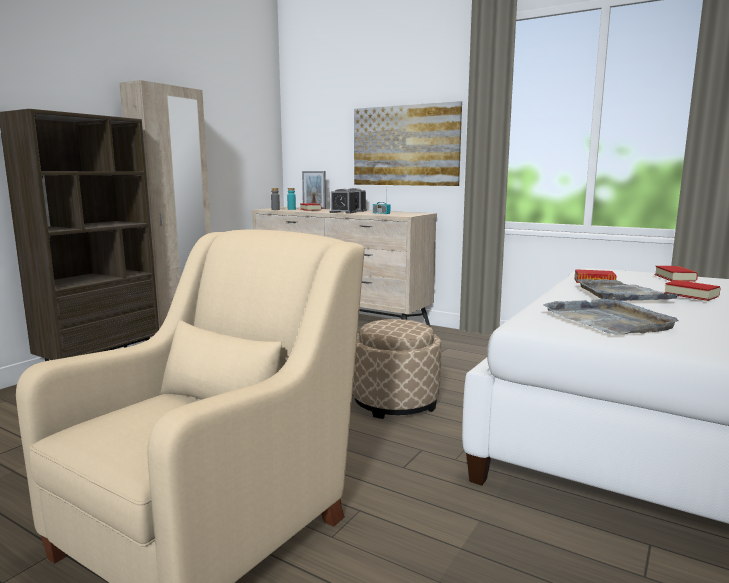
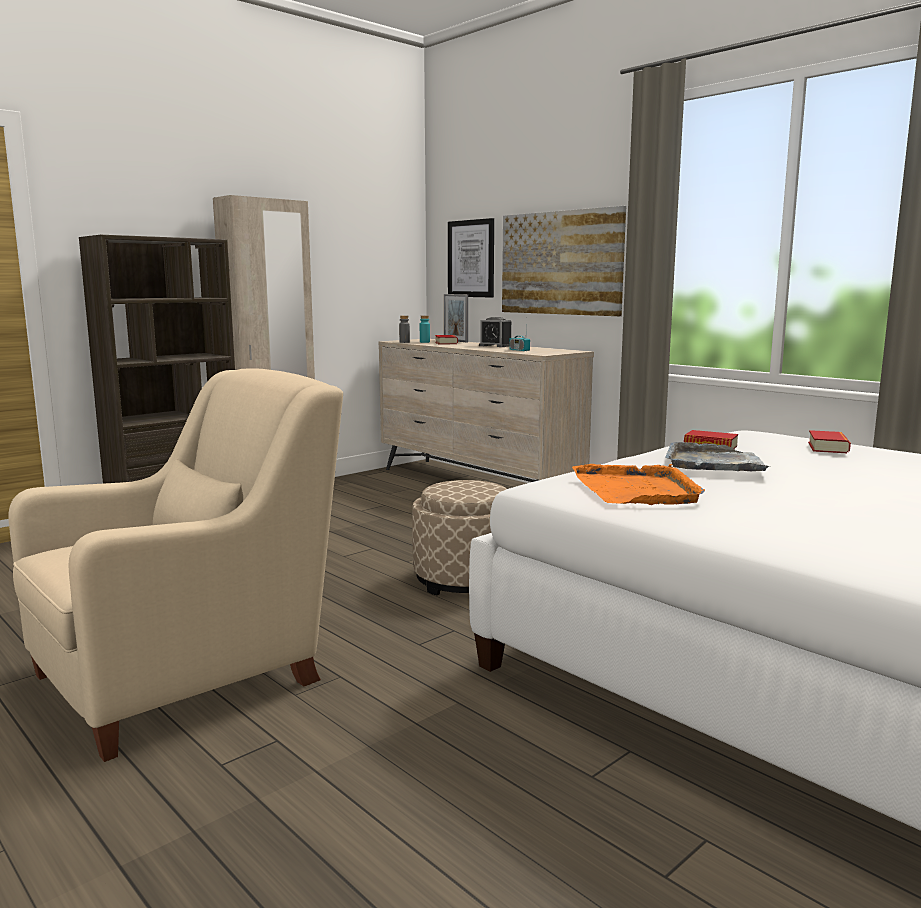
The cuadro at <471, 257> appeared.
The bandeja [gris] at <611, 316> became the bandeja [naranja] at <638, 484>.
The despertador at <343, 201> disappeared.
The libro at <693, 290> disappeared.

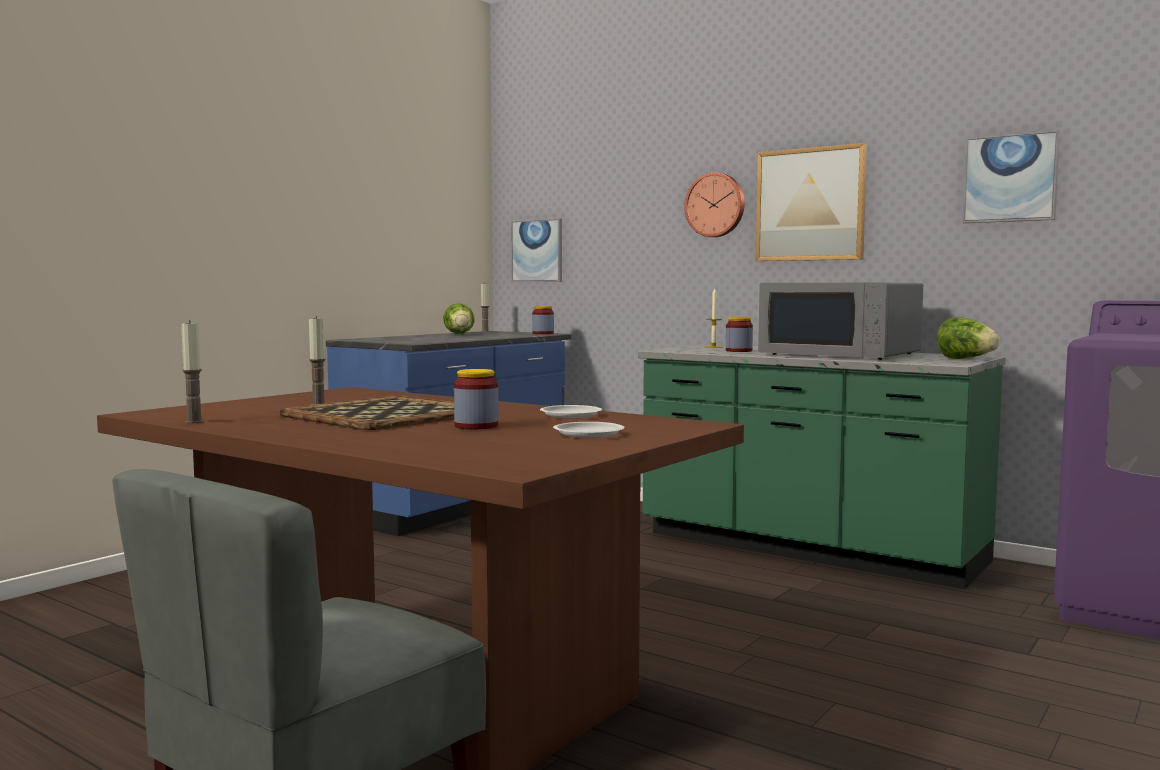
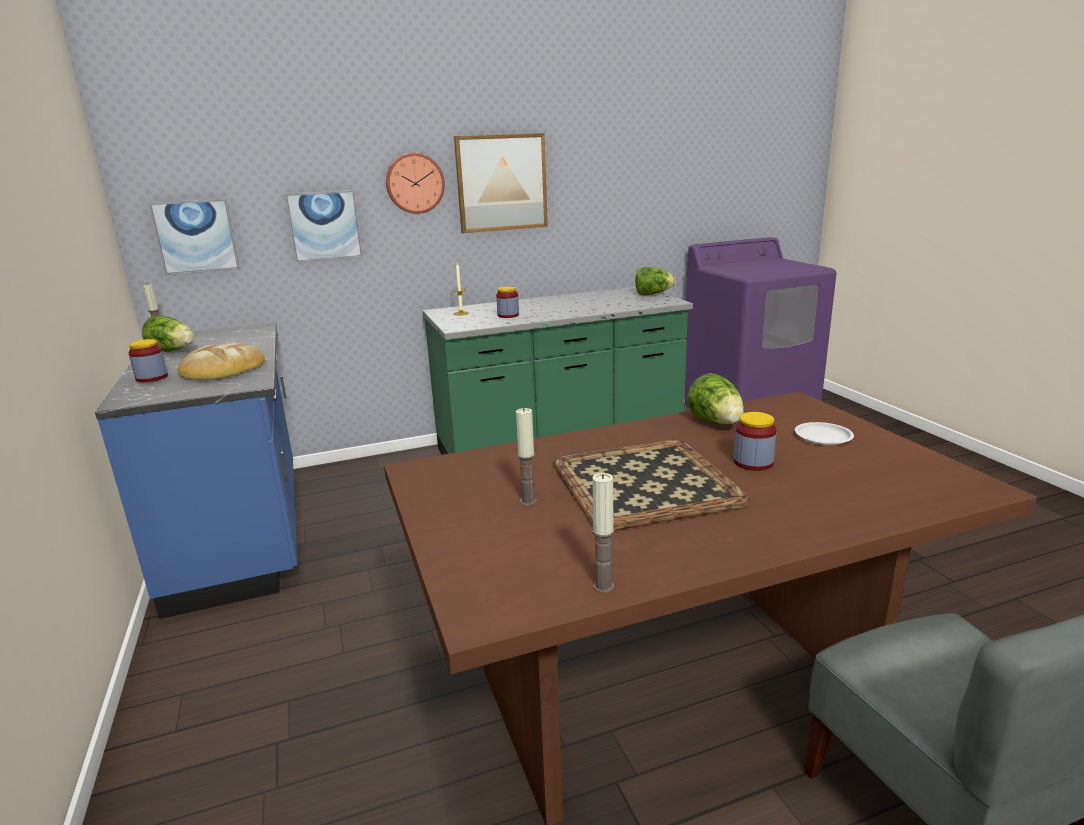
The tarro moved from <543, 320> to <148, 360>.
The pan at <221, 361> appeared.
The cuadro moved from <1011, 176> to <324, 226>.
The plato [blanco] at <571, 411> was replaced by the lechuga at <715, 398>.
The microondas [gris] at <840, 321> disappeared.

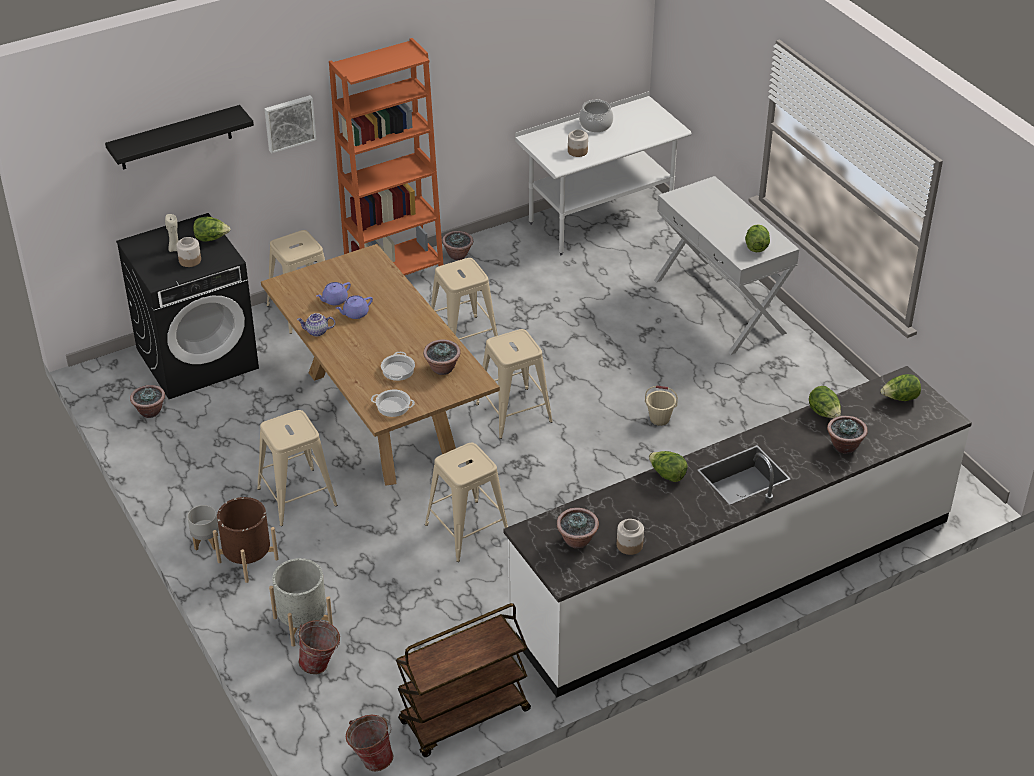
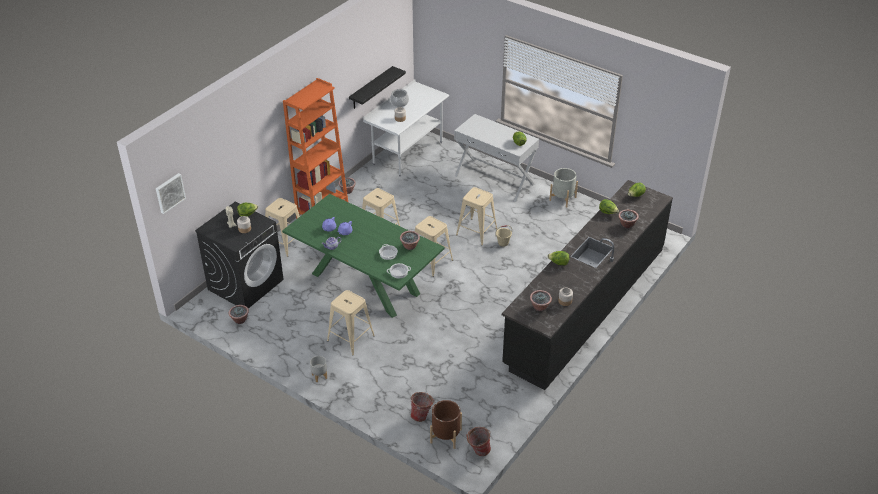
The cuadro moved from <290, 124> to <171, 193>.
The mesa de comedor [marrón] at <380, 365> became the mesa de comedor [verde] at <363, 256>.
The estante [negro] moved from <179, 137> to <377, 87>.
The maceta [marrón] moved from <246, 540> to <446, 424>.
The taburete [beis] moved from <466, 502> to <476, 216>.
The mueble bajo de cocina [blanco] at <737, 531> became the mueble bajo de cocina [negro] at <587, 285>.
The maceta [gris] moved from <301, 602> to <563, 187>.
The carrito [marrón] at <463, 680> disappeared.

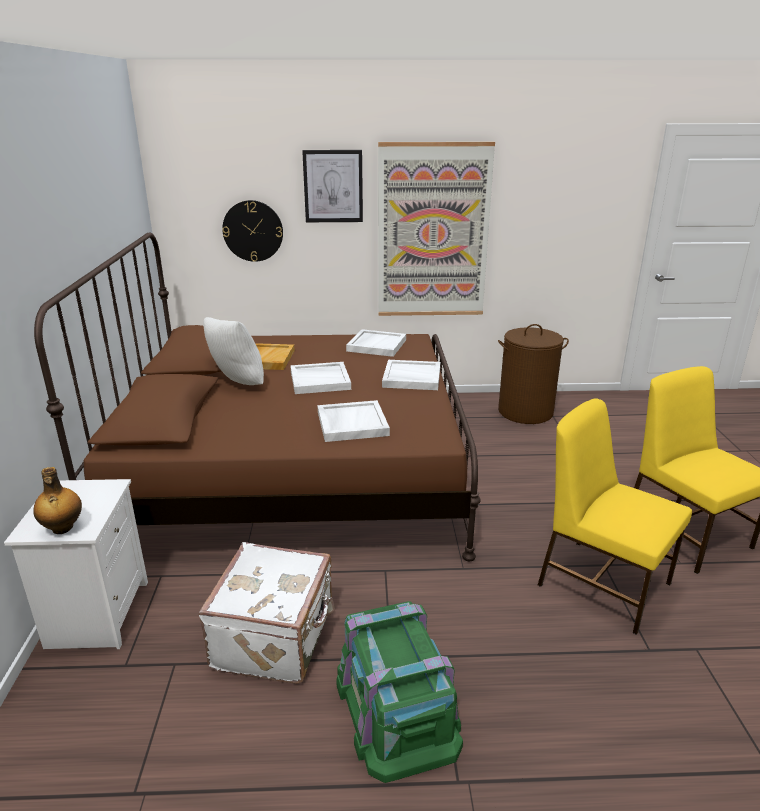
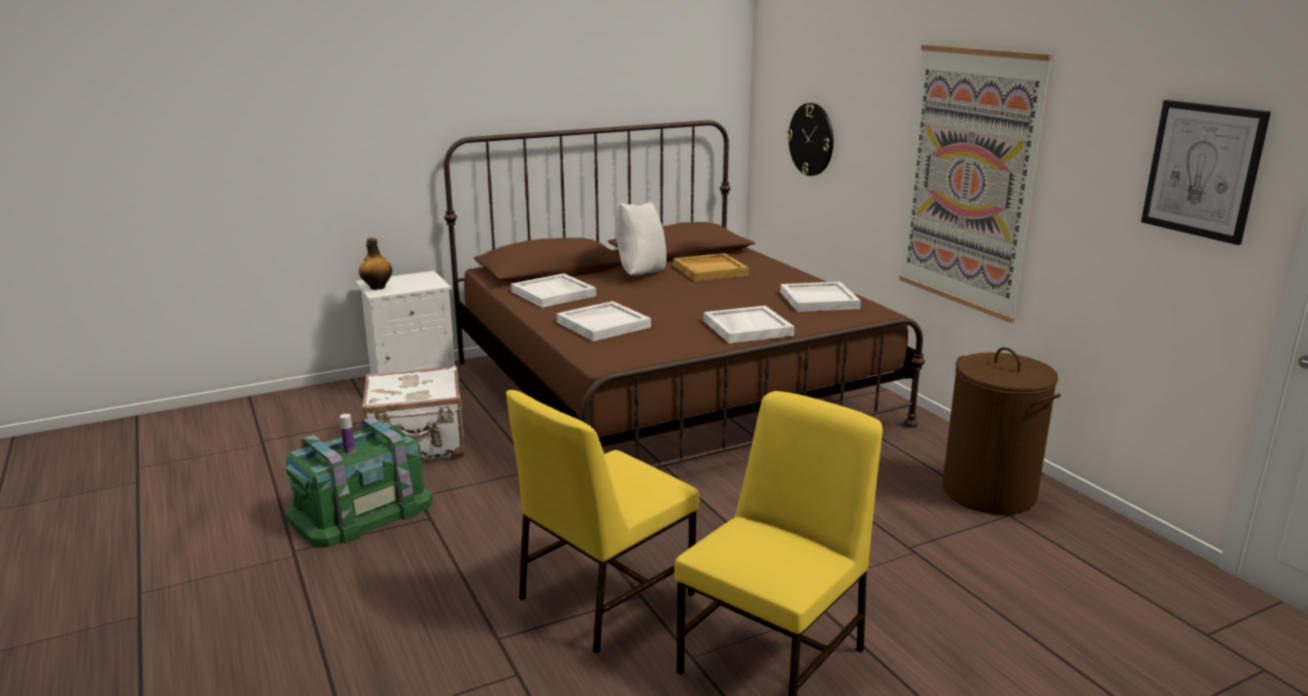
The botella at <347, 434> appeared.
The silla [amarillo] at <615, 516> turned 150 degrees counterclockwise.
The bandeja [blanco] moved from <320, 378> to <553, 290>.
The cuadro moved from <332, 186> to <1206, 172>.

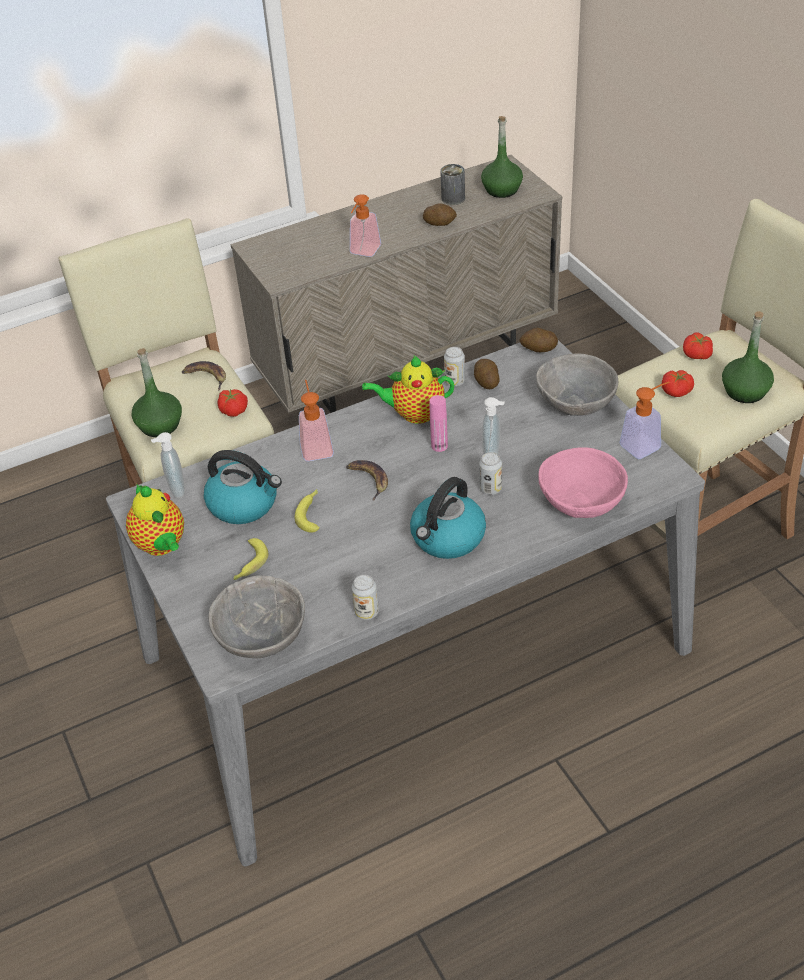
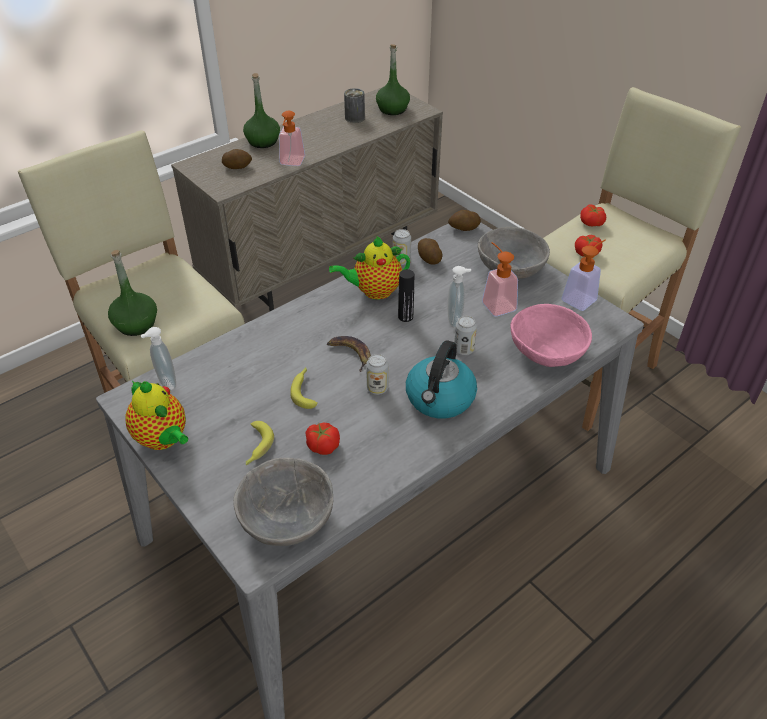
The patata moved from <440, 214> to <237, 159>.
The botella [verde] moved from <748, 357> to <261, 110>.
The tomate moved from <233, 403> to <323, 439>.
The lata moved from <365, 597> to <377, 374>.
The botella [rosa] at <438, 423> became the botella [negro] at <406, 295>.
The dispensador de jabón moved from <316, 420> to <500, 279>.
The plátano at <204, 375> disappeared.
The hervidor at <243, 487> disappeared.

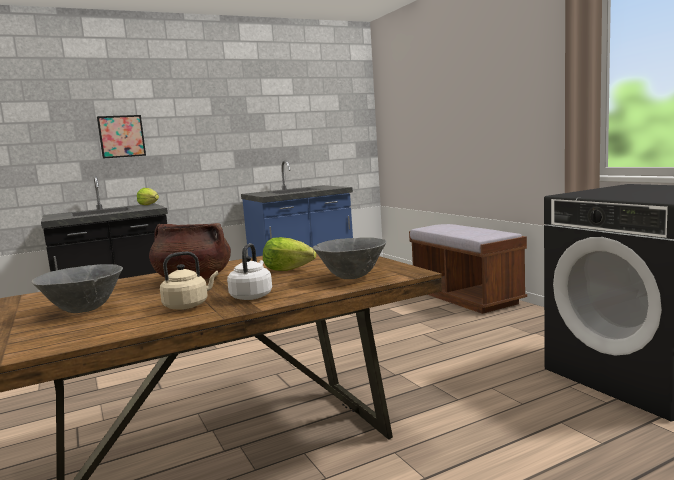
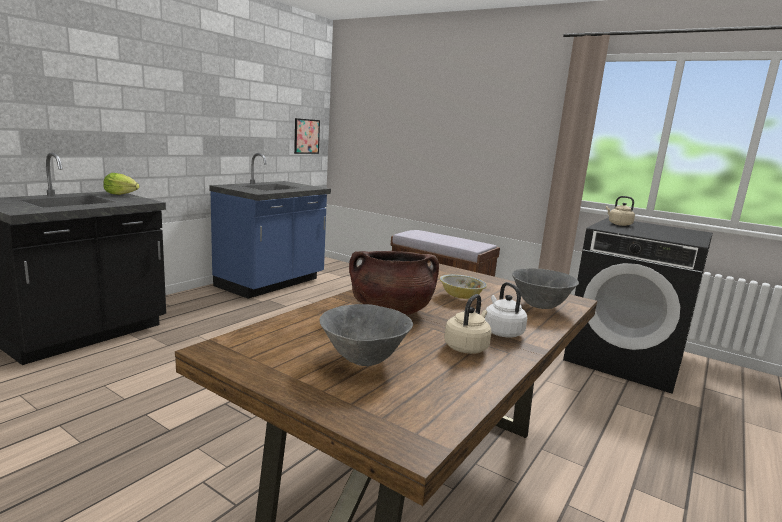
The cuadro moved from <121, 137> to <307, 136>.
The lechuga at <290, 254> was replaced by the cuenco at <463, 286>.
The hervidor [beis] at <620, 211> appeared.

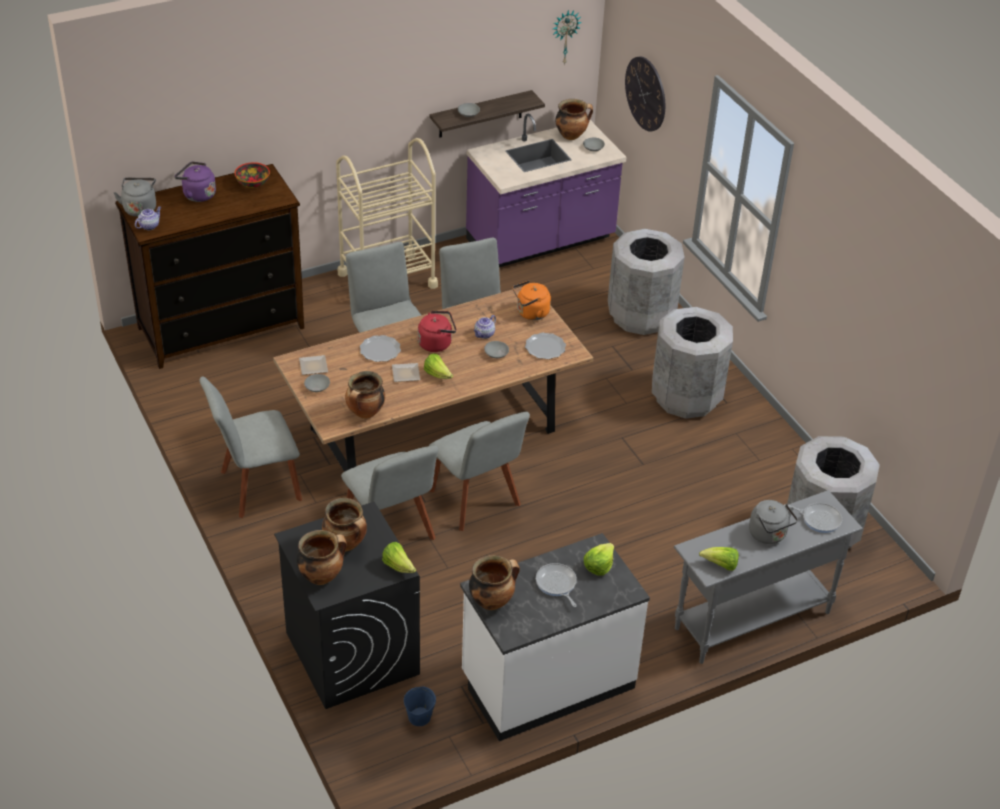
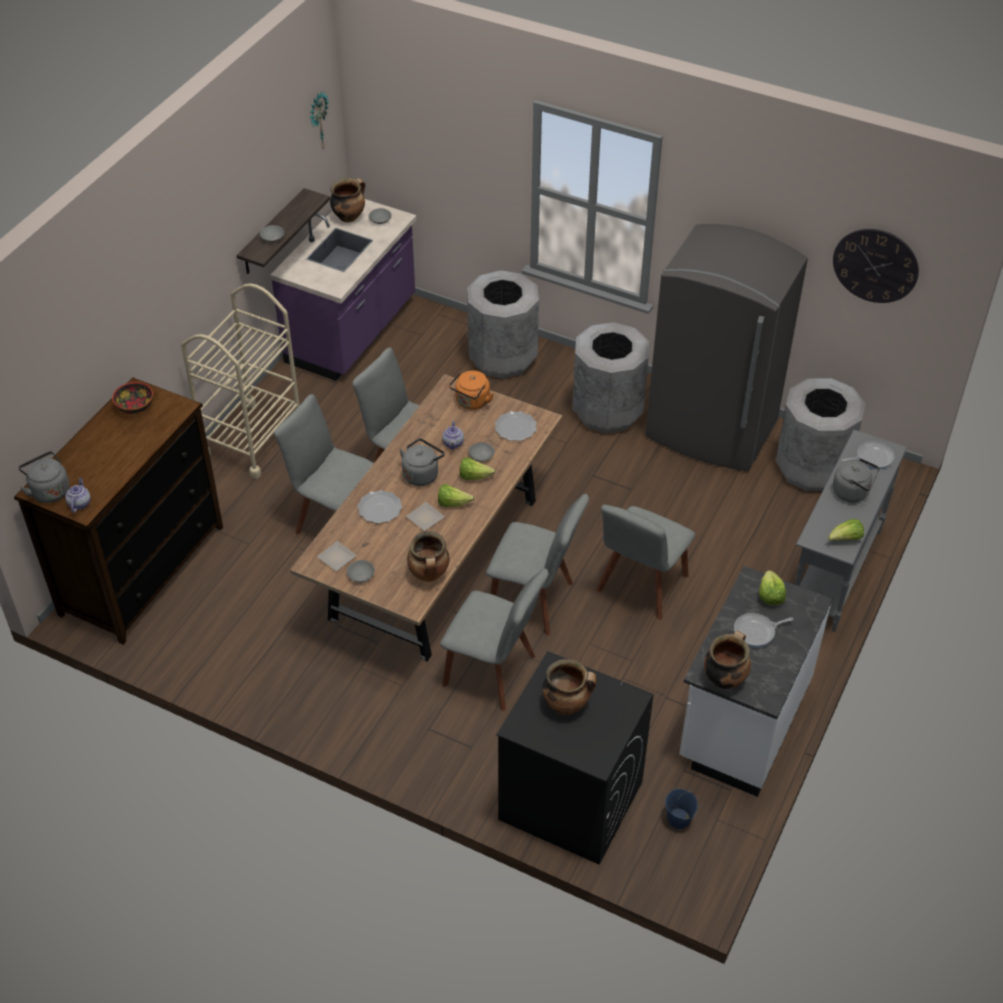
The hervidor [rojo] at <437, 331> became the hervidor [gris] at <422, 462>.
The lechuga moved from <399, 557> to <478, 469>.
The silla [gris] moved from <251, 447> to <645, 562>.
The nevera [gris] at <726, 348> appeared.
The sartén at <556, 585> turned 45 degrees counterclockwise.
The reloj de pared moved from <645, 94> to <876, 266>.
The hervidor [morado] at <195, 182> disappeared.
The olla at <322, 557> disappeared.

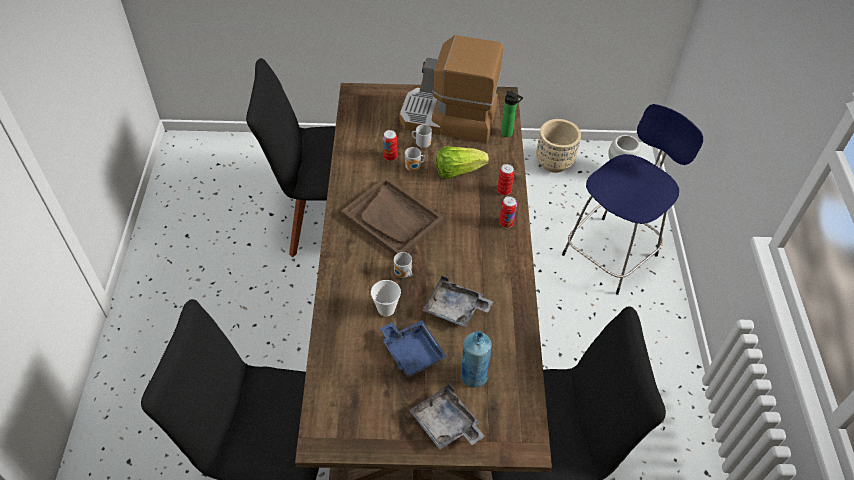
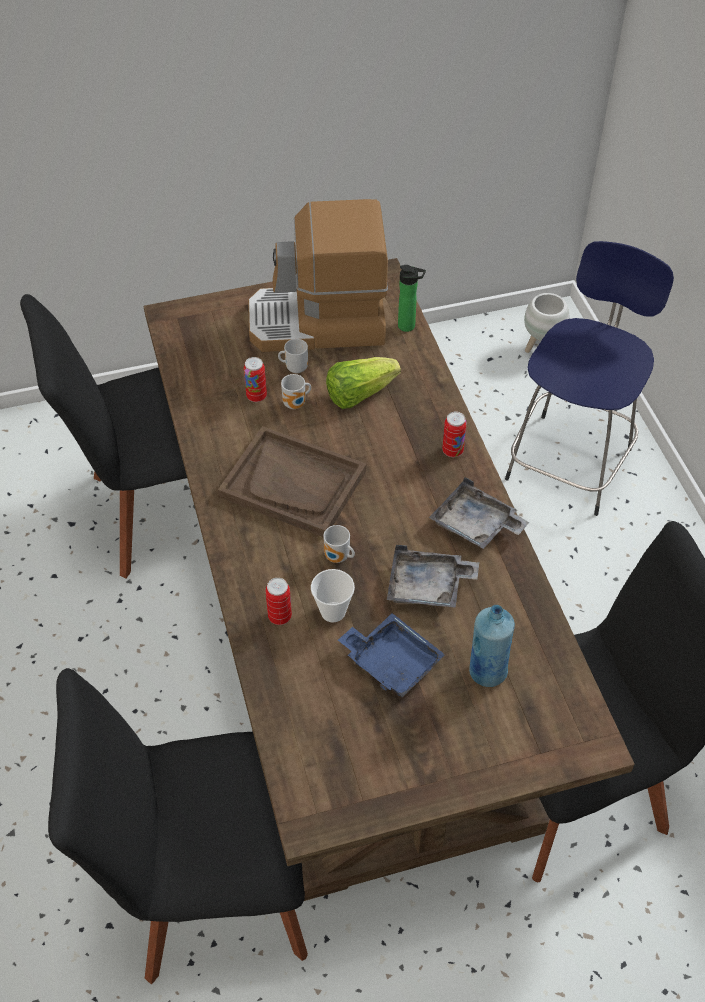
The lata moved from <505, 179> to <279, 601>.
The bandeja [gris] moved from <447, 417> to <479, 513>.
The maceta [beis] at <558, 146> disappeared.

